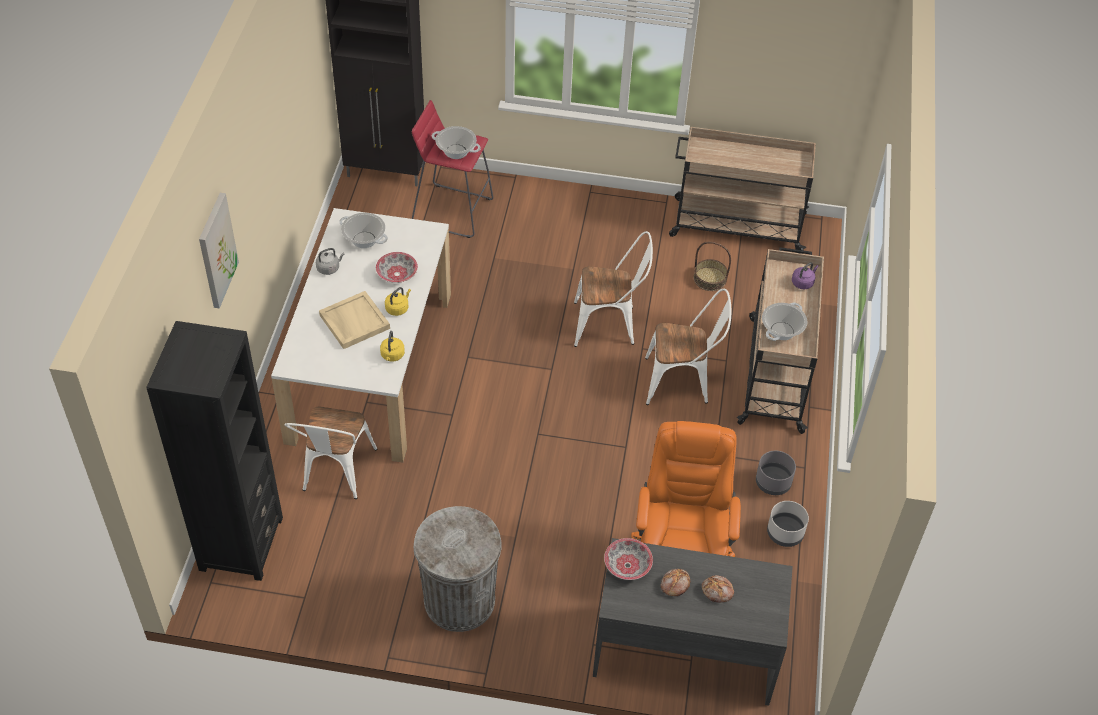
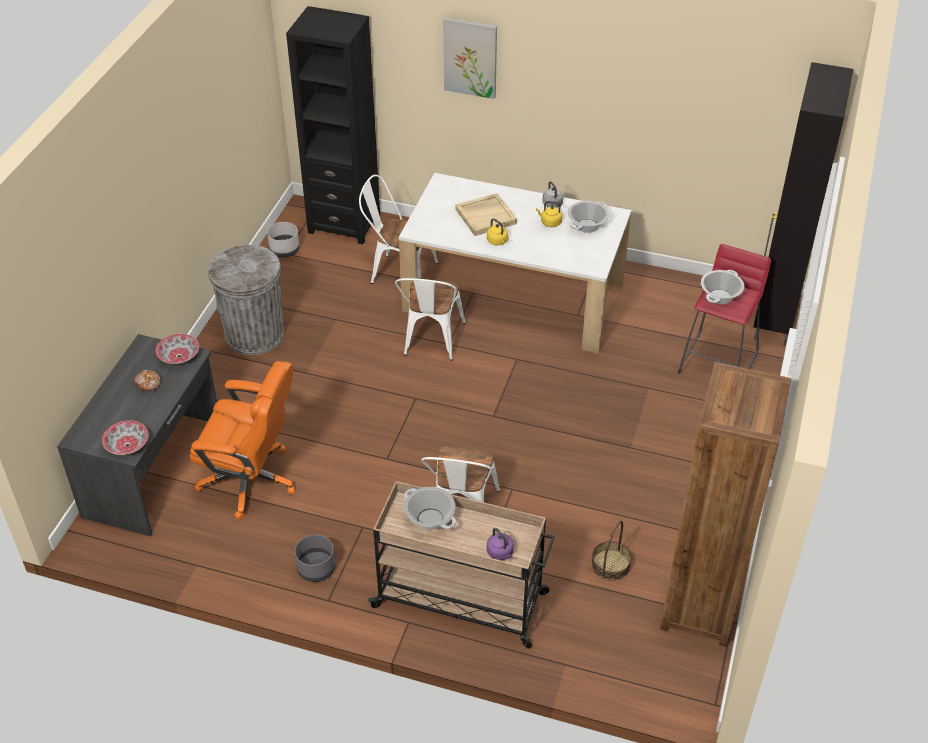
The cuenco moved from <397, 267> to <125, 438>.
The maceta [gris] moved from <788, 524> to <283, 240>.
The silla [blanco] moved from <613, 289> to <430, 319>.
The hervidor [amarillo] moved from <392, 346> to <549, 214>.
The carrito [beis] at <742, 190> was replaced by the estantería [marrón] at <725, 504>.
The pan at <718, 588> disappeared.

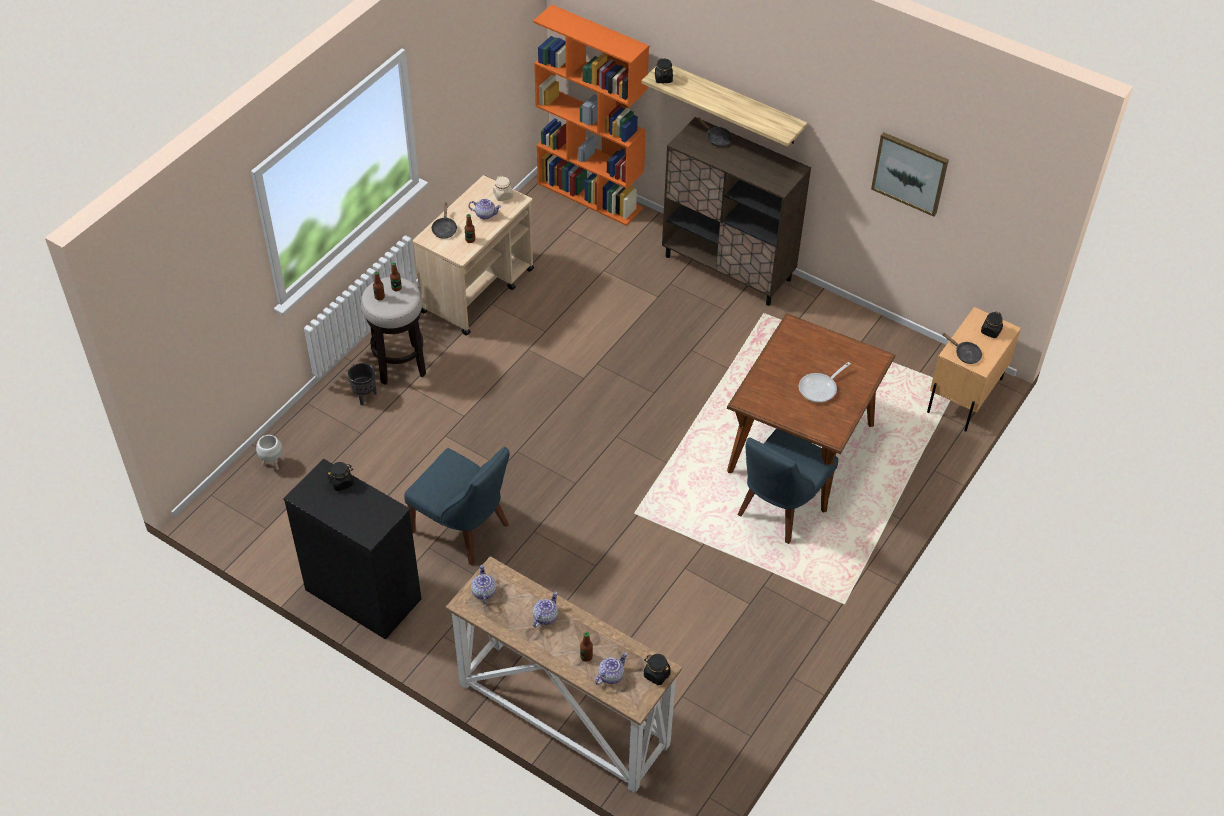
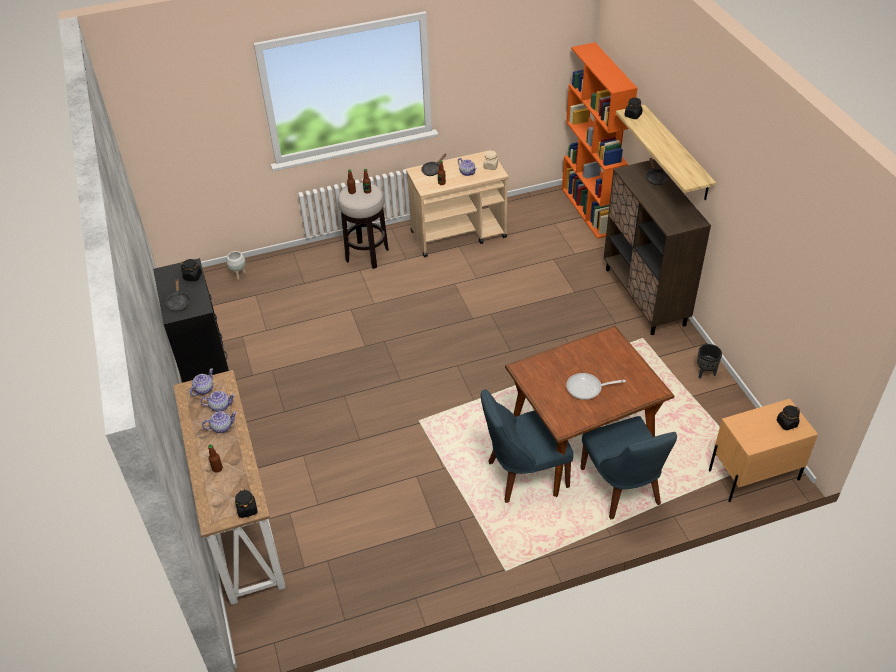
The sartén [negro] moved from <962, 348> to <178, 295>.
The tetera moved from <611, 668> to <217, 401>.
The silla [azul] moved from <457, 506> to <628, 467>.
The maceta [negro] moved from <362, 384> to <709, 361>.
The cuadro at <910, 174> disappeared.

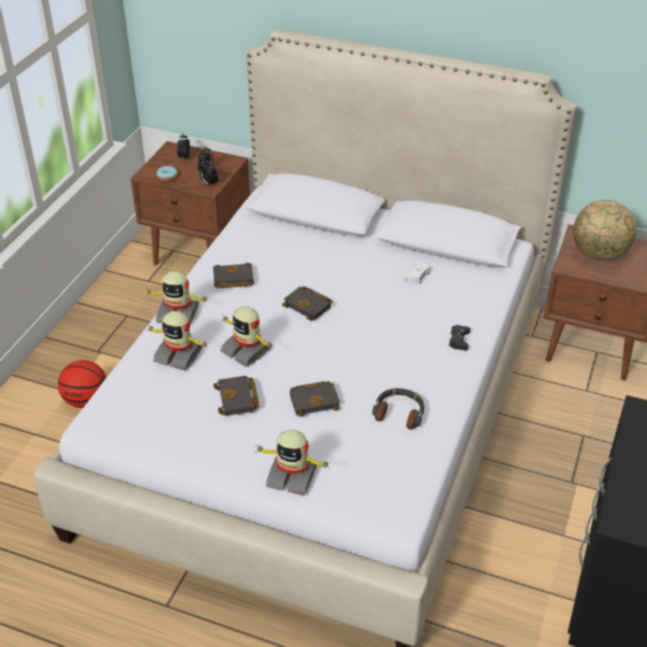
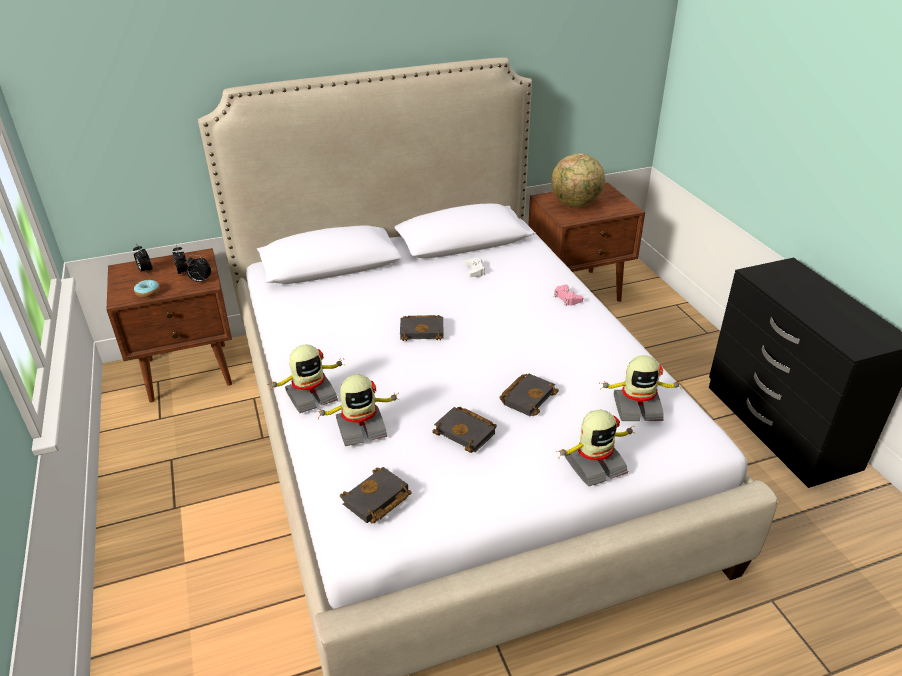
The libro [negro] moved from <233, 275> to <375, 495>.
The mando de consola [negro] at <460, 337> became the mando de consola [rosa] at <568, 295>.
The robot de juguete moved from <247, 336> to <640, 388>.
The balón de baloncesto at <82, 384> disappeared.
The auriculares at <398, 409> disappeared.

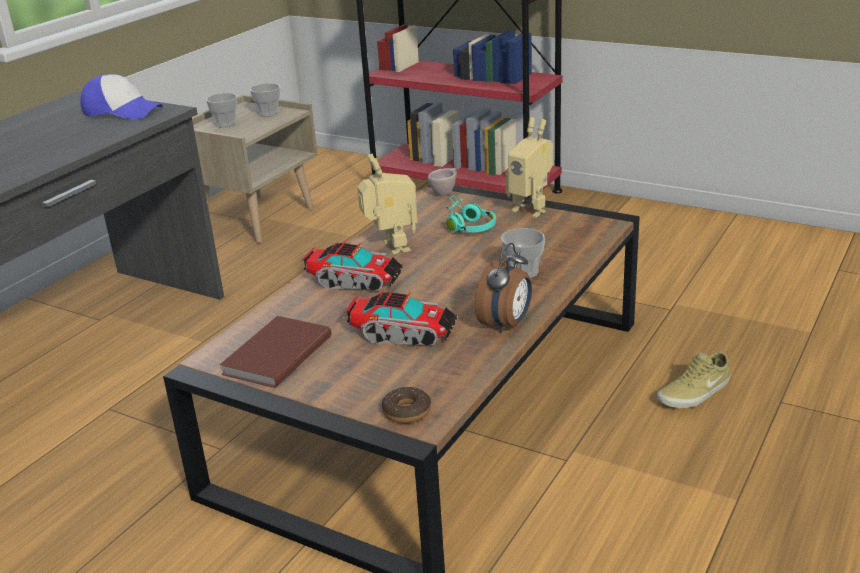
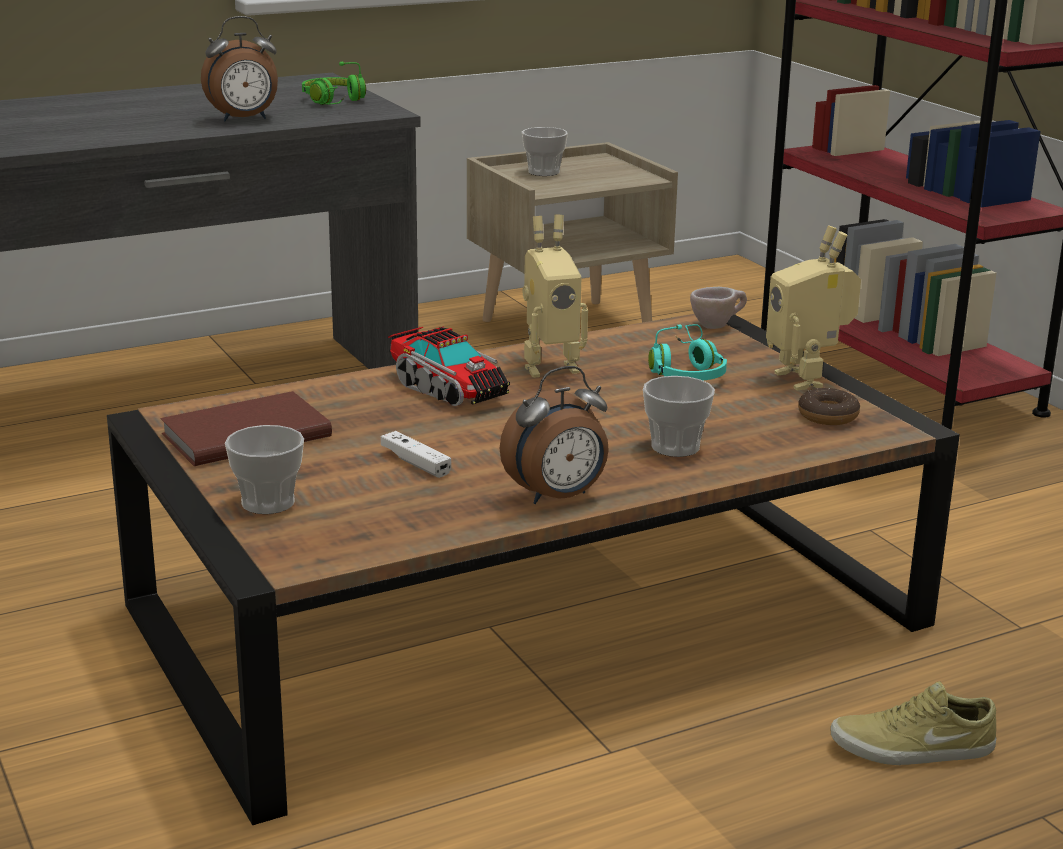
The despertador at <239, 68> appeared.
The taza moved from <265, 100> to <264, 469>.
The gorra at <121, 97> was replaced by the auriculares [verde] at <334, 83>.
The camión de juguete at <401, 318> was replaced by the mando de consola [blanco] at <416, 454>.
The robot de juguete at <387, 204> turned 60 degrees clockwise.
The rosquilla moved from <406, 405> to <829, 406>.

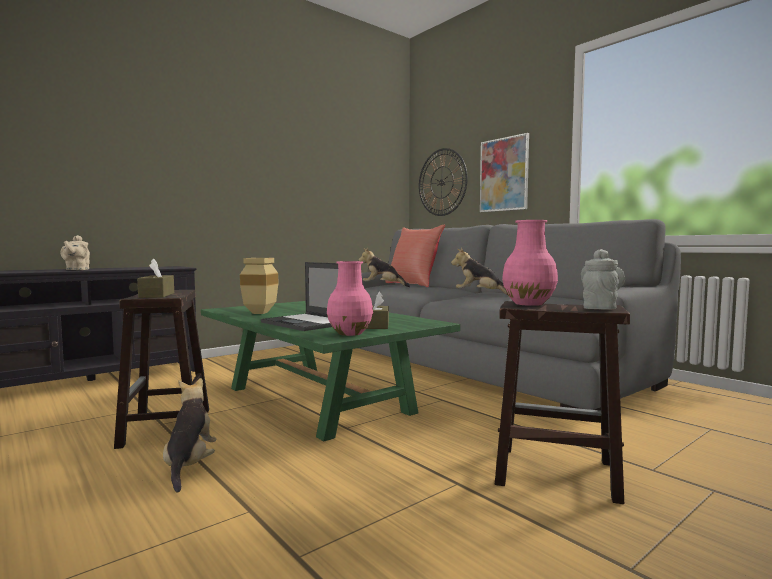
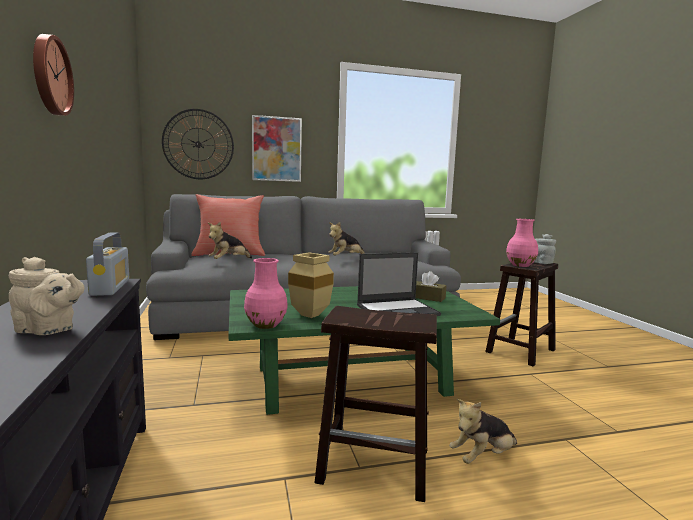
The reloj de pared at <53, 75> appeared.
The radio at <107, 264> appeared.
The florero [rosa] moved from <350, 298> to <266, 293>.
The peluche at <190, 435> turned 45 degrees counterclockwise.
The caja de pañuelos [marrón] at <155, 278> disappeared.

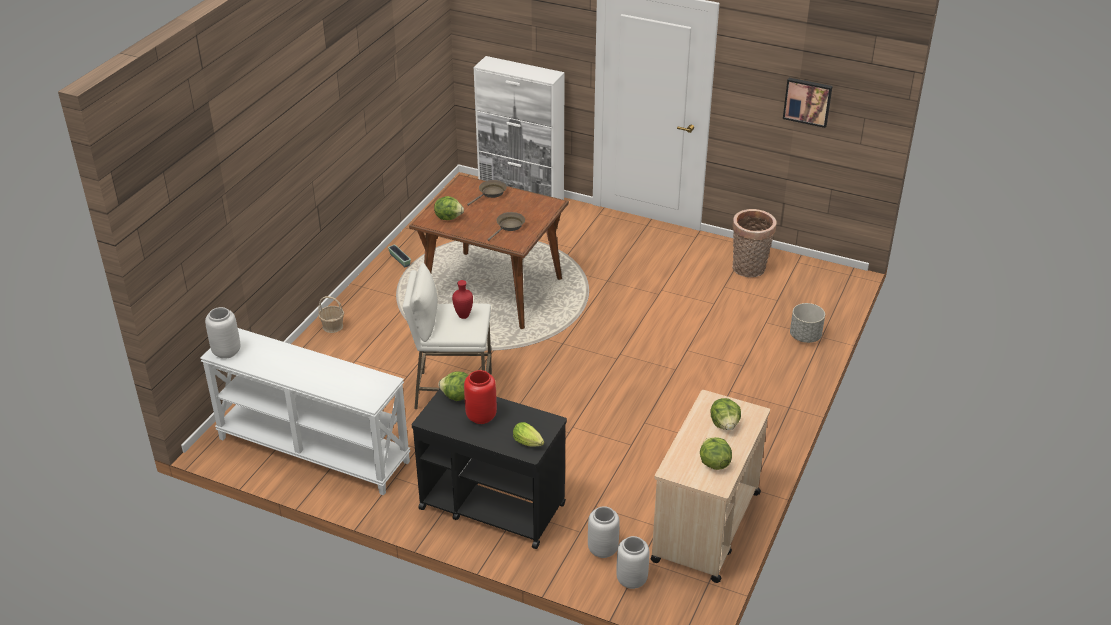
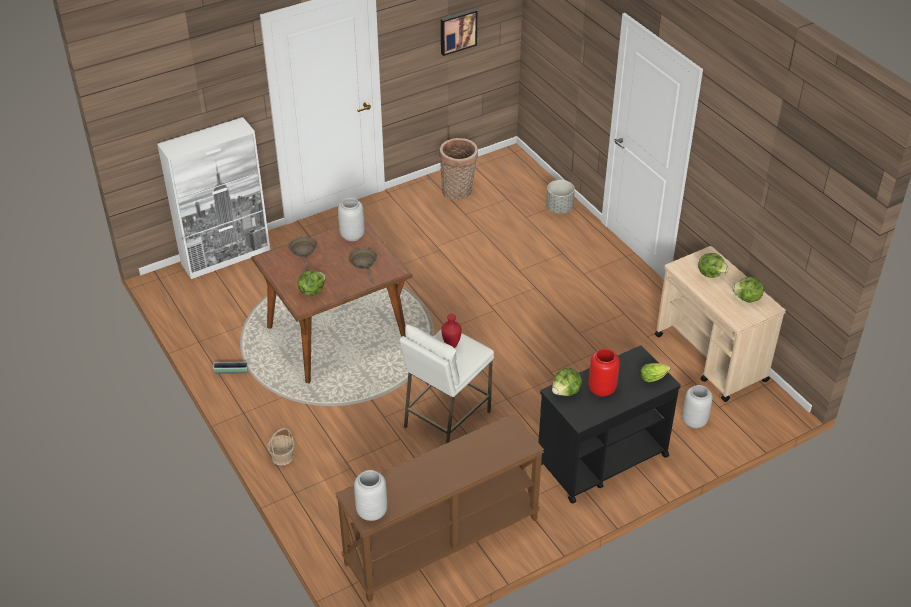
The mesa consola [blanco] at <305, 411> became the mesa consola [marrón] at <439, 507>.
The florero [gris] moved from <632, 562> to <351, 219>.

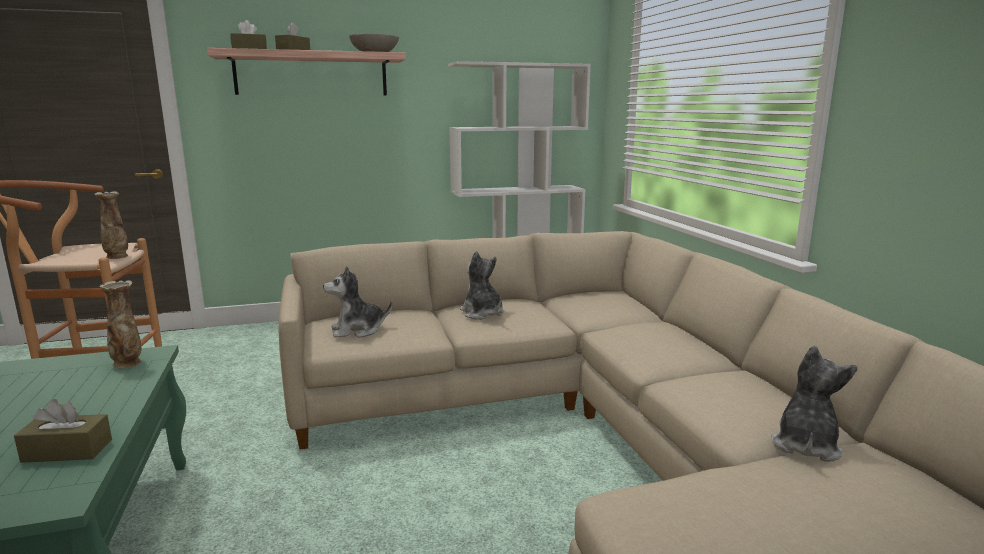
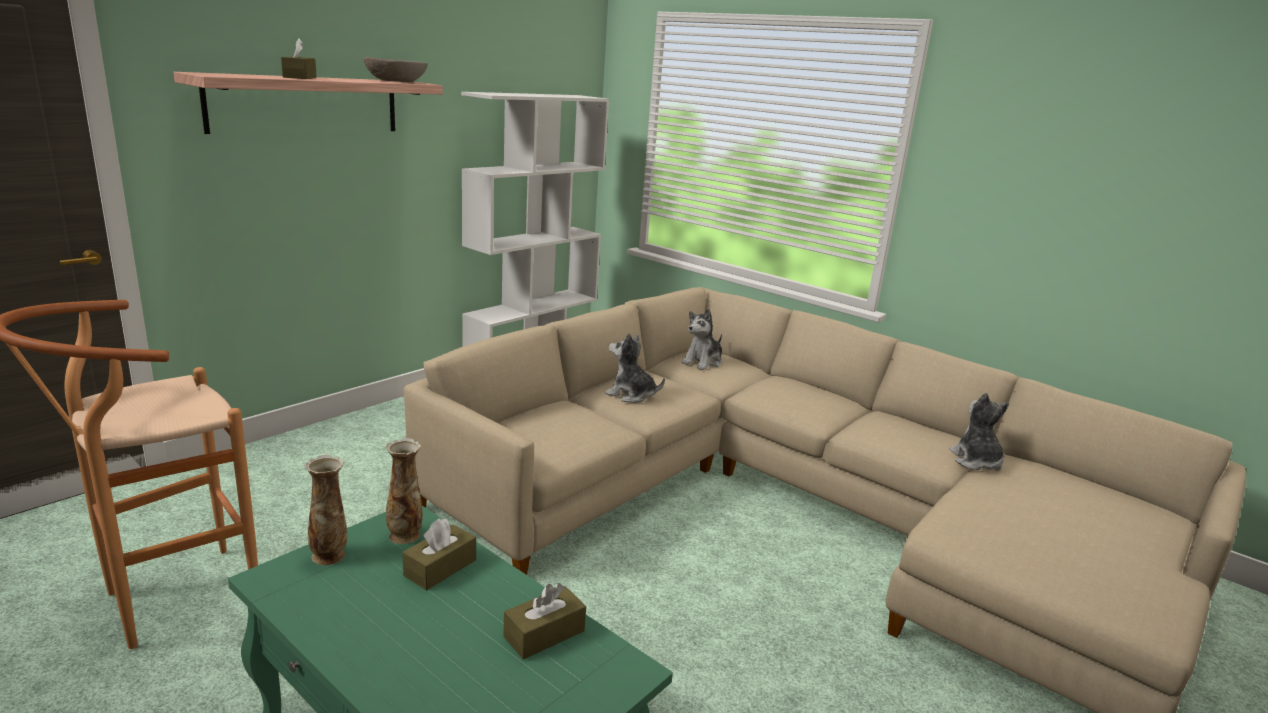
The florero moved from <111, 225> to <325, 510>.
The caja de pañuelos [marrón] moved from <248, 34> to <439, 554>.
The peluche moved from <357, 302> to <701, 339>.

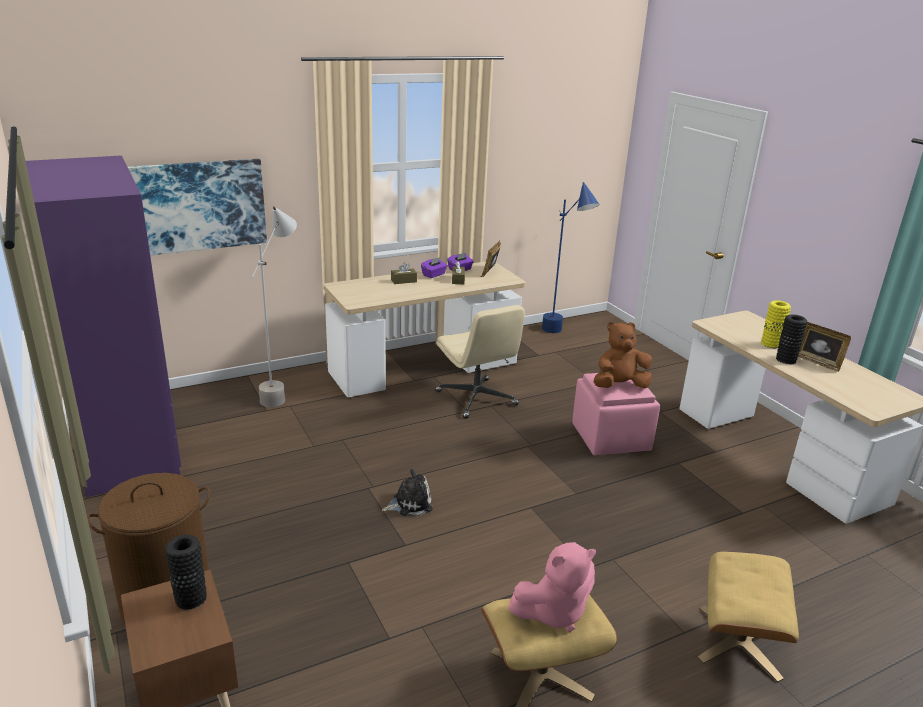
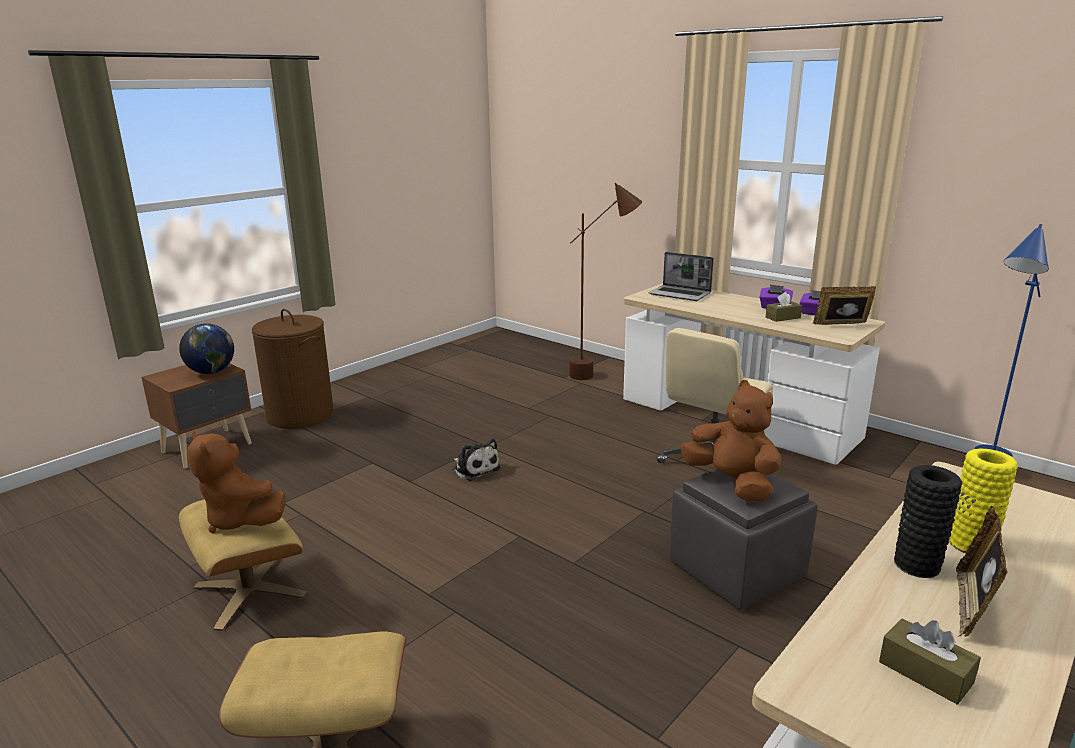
The florero [negro] at <186, 572> was replaced by the globo terráqueo at <206, 348>.
The peluche [rosa] at <552, 587> became the peluche [marrón] at <236, 482>.
The lámpara de pie [gris] at <274, 306> became the lámpara de pie [marrón] at <605, 281>.
The portátil at <681, 276> appeared.
The puf [rosa] at <616, 414> became the puf [gris] at <744, 539>.
The caja de pañuelos [marrón] moved from <404, 273> to <930, 661>.
The armario ropero [morado] at <104, 326> disappeared.
The cuadro at <197, 207> disappeared.

